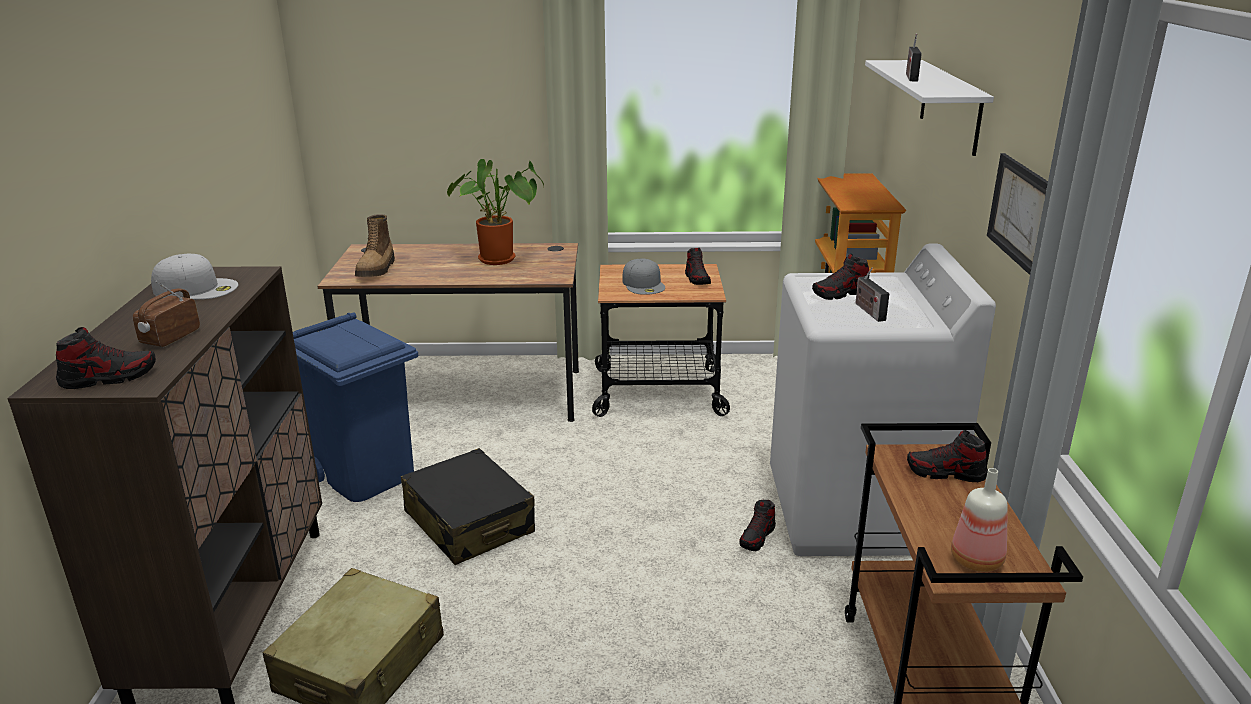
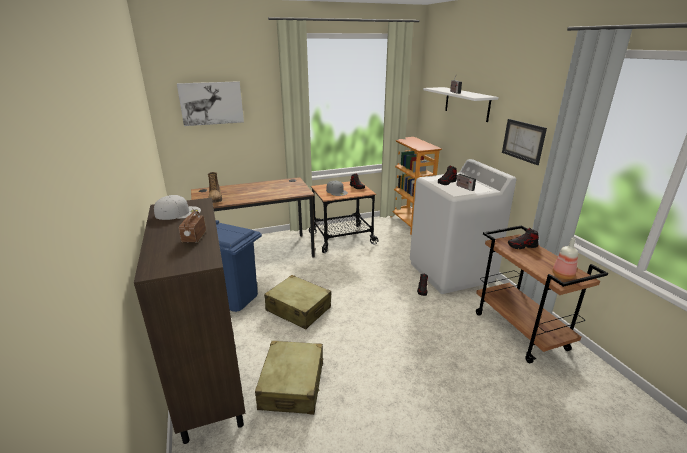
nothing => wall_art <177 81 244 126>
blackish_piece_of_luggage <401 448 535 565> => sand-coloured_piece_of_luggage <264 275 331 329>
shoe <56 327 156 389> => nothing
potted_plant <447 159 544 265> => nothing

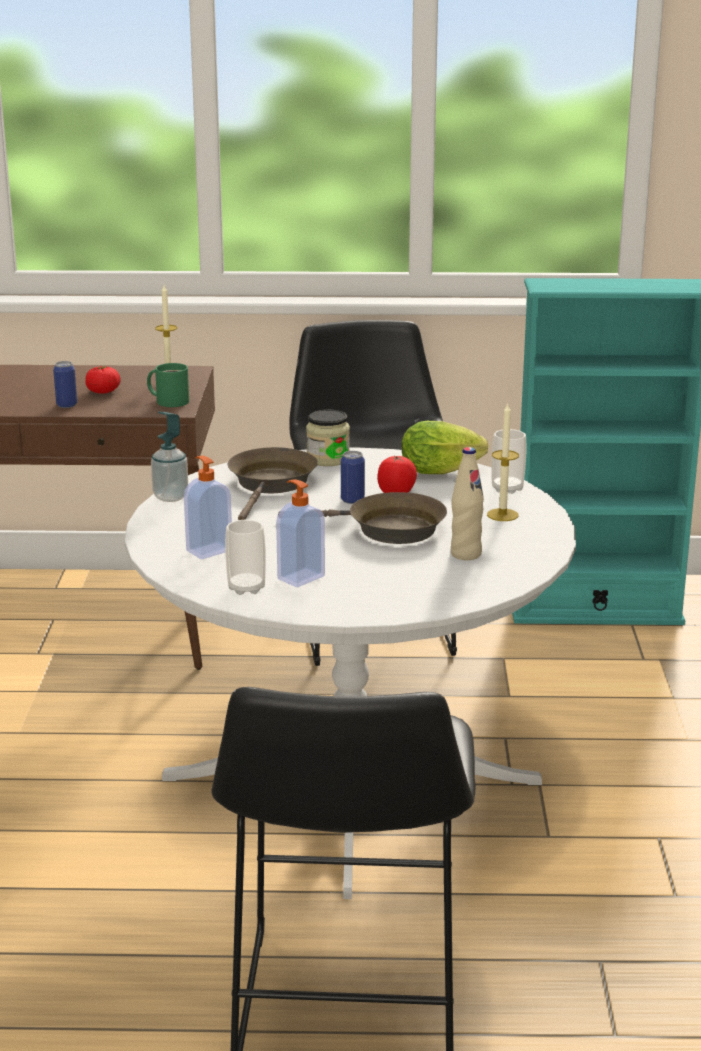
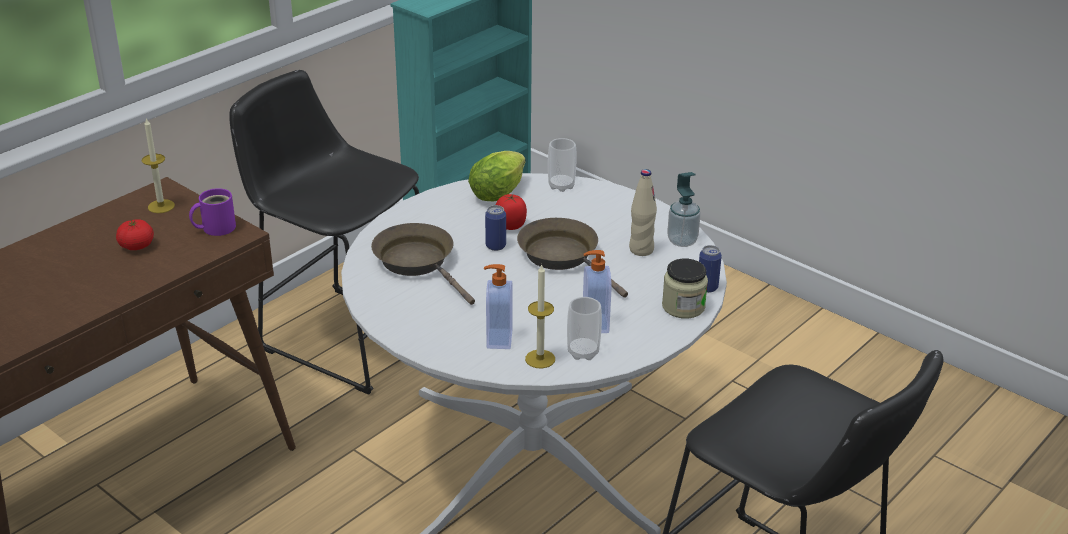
greenish_mug <147 363 189 407> => purplish_mug <189 188 236 236>
brown_skillet <278 492 447 544> => brown_skillet <517 218 628 298>, 90 degrees counterclockwise
wax_light <487 402 519 521> => wax_light <525 264 555 368>, relocated
jar <306 410 350 466> => jar <662 258 708 319>, relocated
soap_dispenser <151 412 188 502> => soap_dispenser <667 172 701 247>, relocated
metal_can <53 361 77 408> => metal_can <699 245 722 293>, relocated

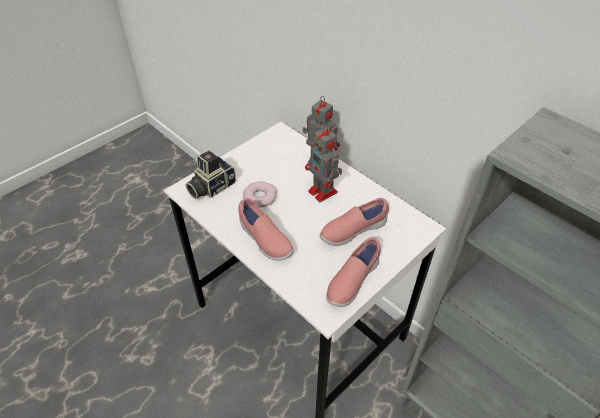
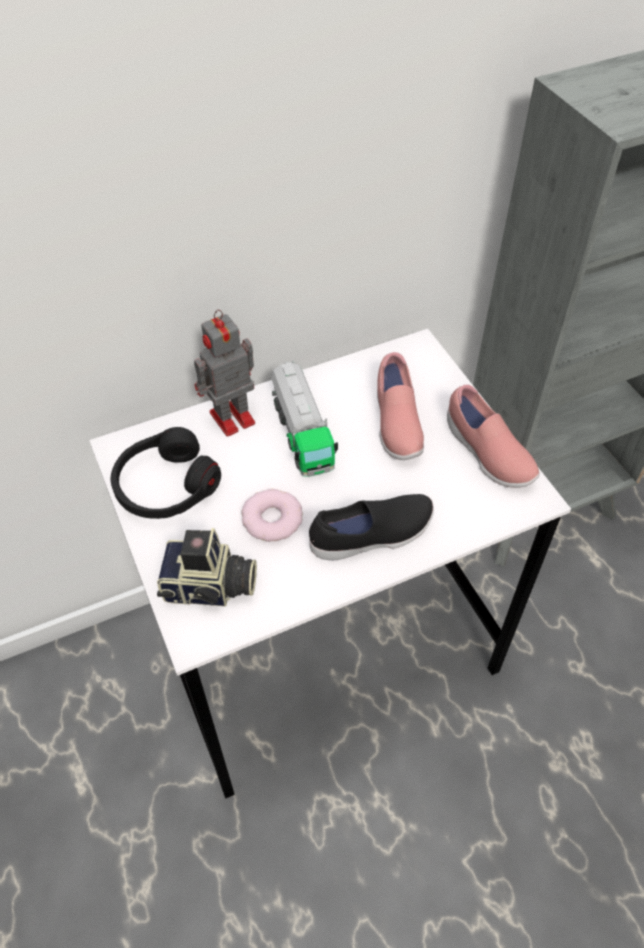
nothing => blackish_headset <110 427 221 519>
photo_camera <186 151 236 199> => photo_camera <157 528 257 606>, 60 degrees counterclockwise
robot_figure <305 124 342 202> => toy_lorry <271 361 338 477>
pink-coloured_shoe <238 198 294 261> => blackish_shoe <309 494 434 560>

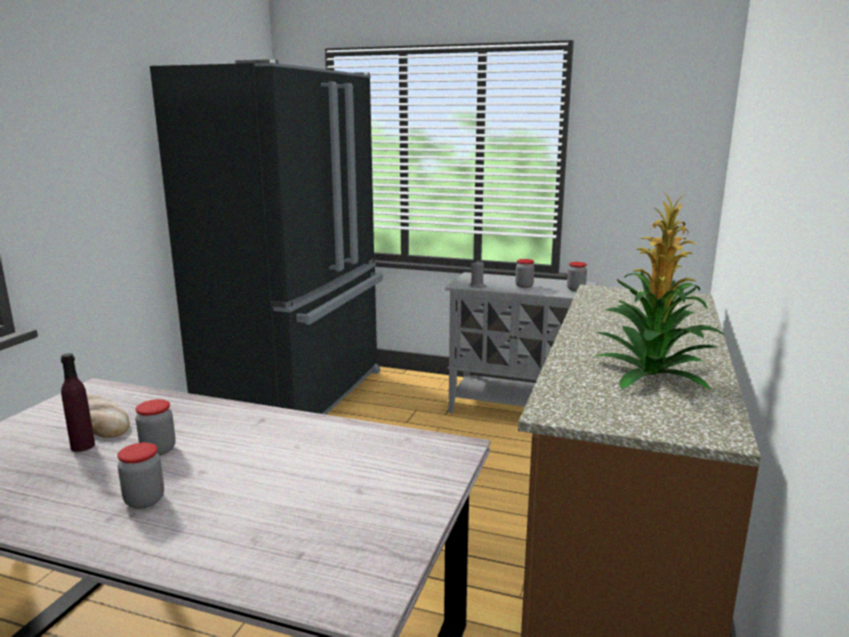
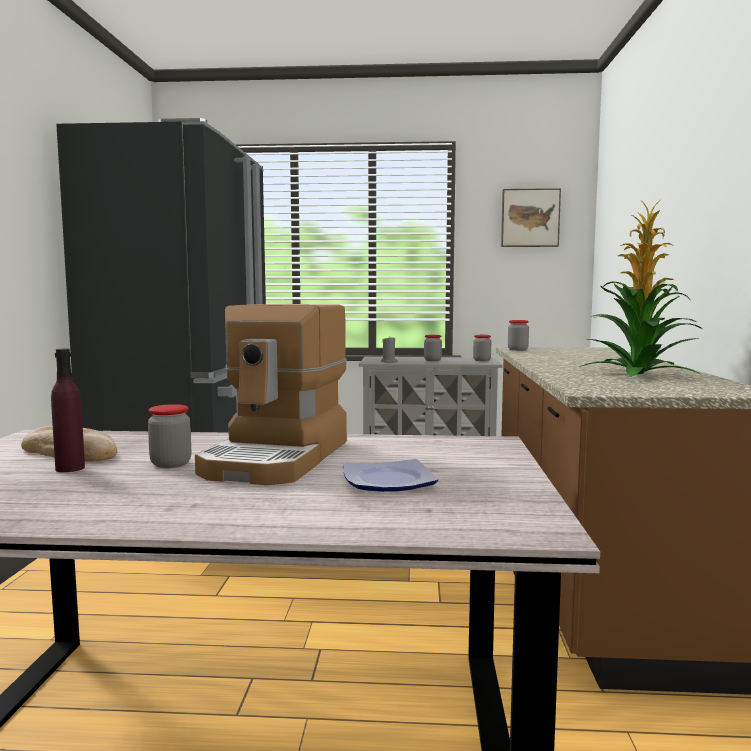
nothing => coffee_brewer <195 304 347 485>
nothing => plate <343 459 438 492>
nothing => wall_art <501 188 561 247>
jar <117 443 164 509> => jar <508 320 529 351>, relocated

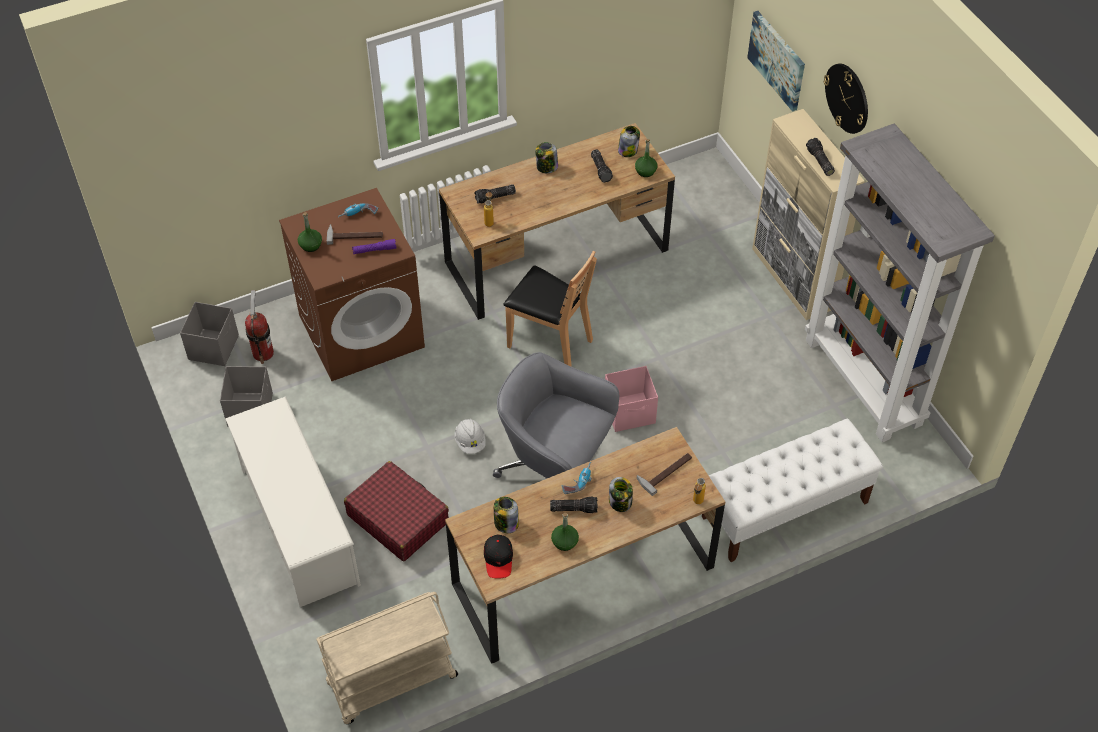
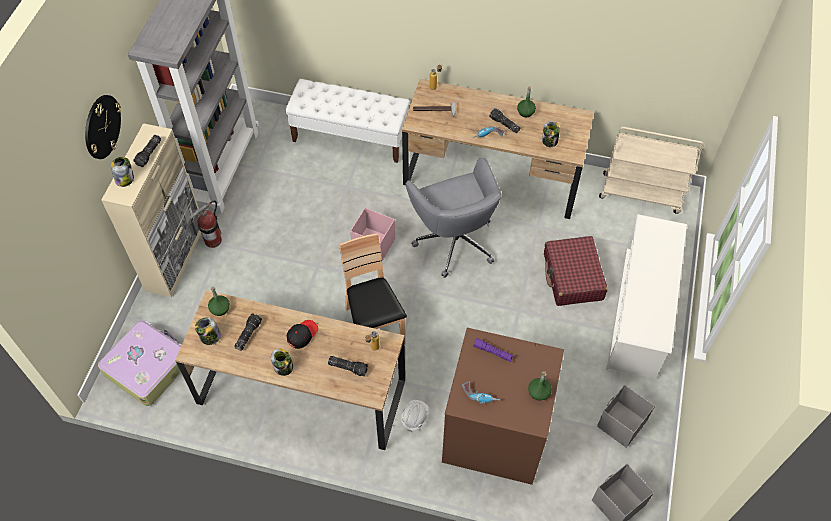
nothing => piece_of_luggage <98 321 182 406>
jar <609 477 633 512> => jar <111 157 134 187>, relocated
fire_extinguisher <245 290 274 364> => fire_extinguisher <189 200 222 248>, relocated
blackish_peaked_cap <484 535 513 579> => blackish_peaked_cap <287 320 318 349>, relocated
white-coloured_safety_helmet <454 419 486 454> => white-coloured_safety_helmet <401 400 429 432>, relocated
hand_hammer <327 224 383 245> => nothing
wall_art <747 11 805 112> => nothing

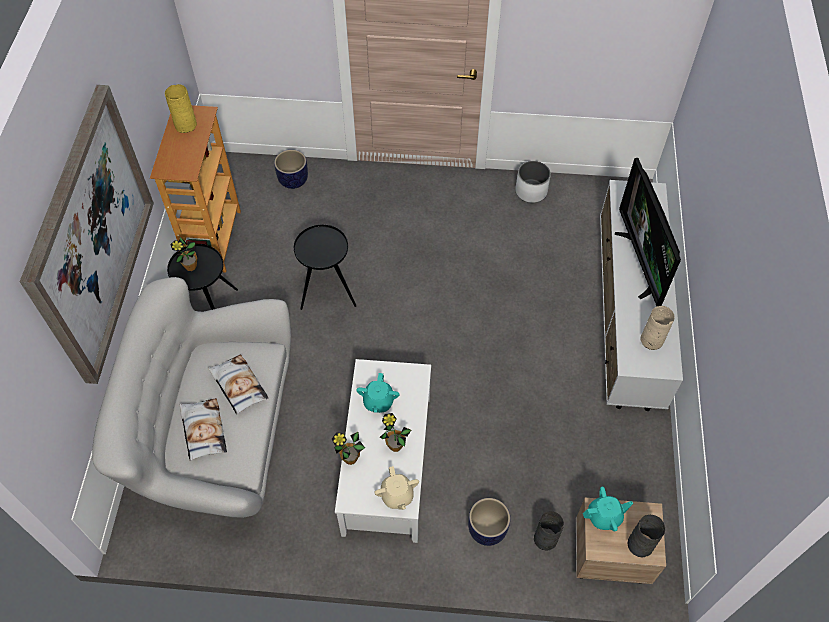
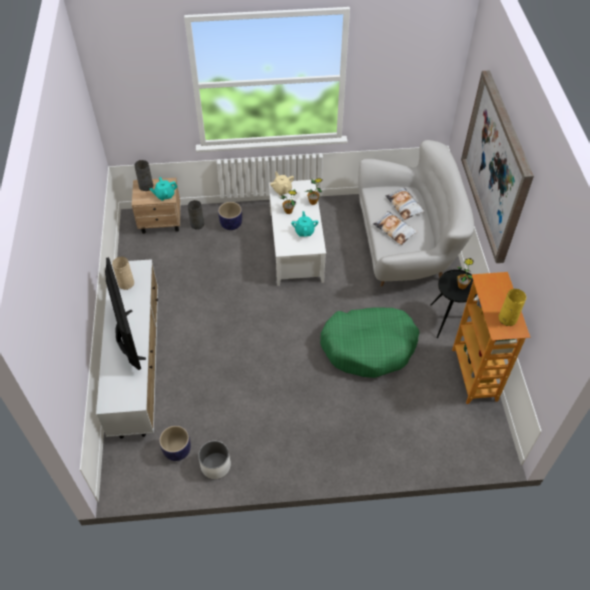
planter <274 150 308 189> => planter <159 425 191 461>, relocated
blackish_end_table <294 225 357 310> => greenish_dog_cushion <320 307 420 378>

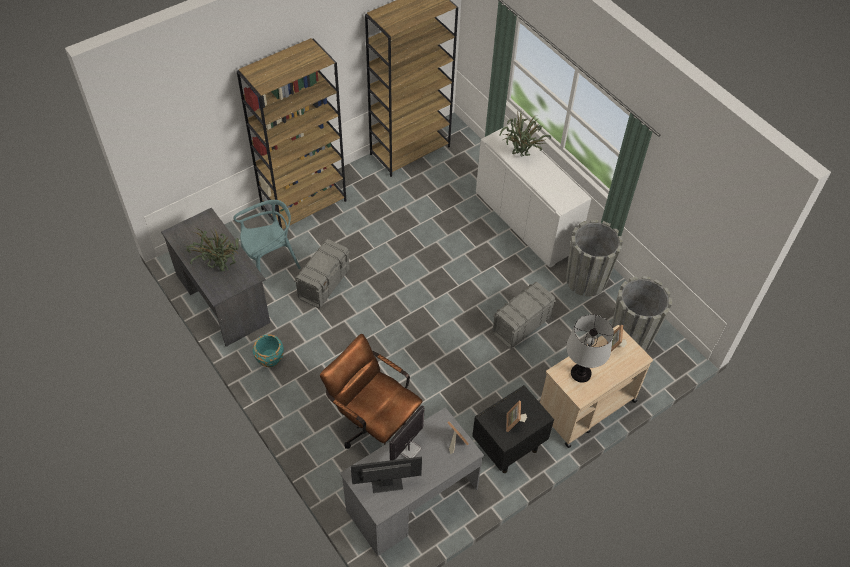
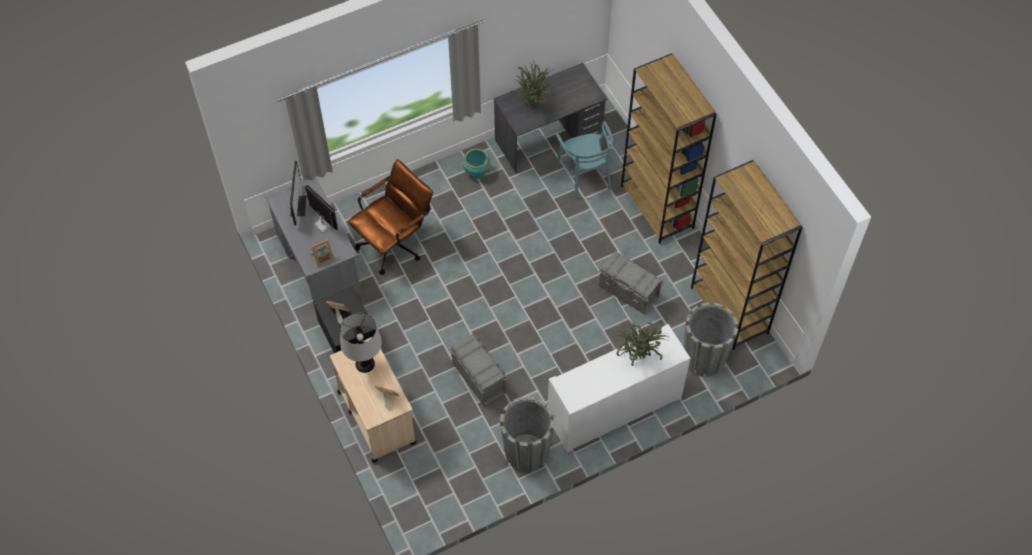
grey_storage_bin <294 239 350 308> => grey_storage_bin <599 251 663 315>, relocated
grey_planter <612 276 672 351> => grey_planter <684 302 738 377>, relocated

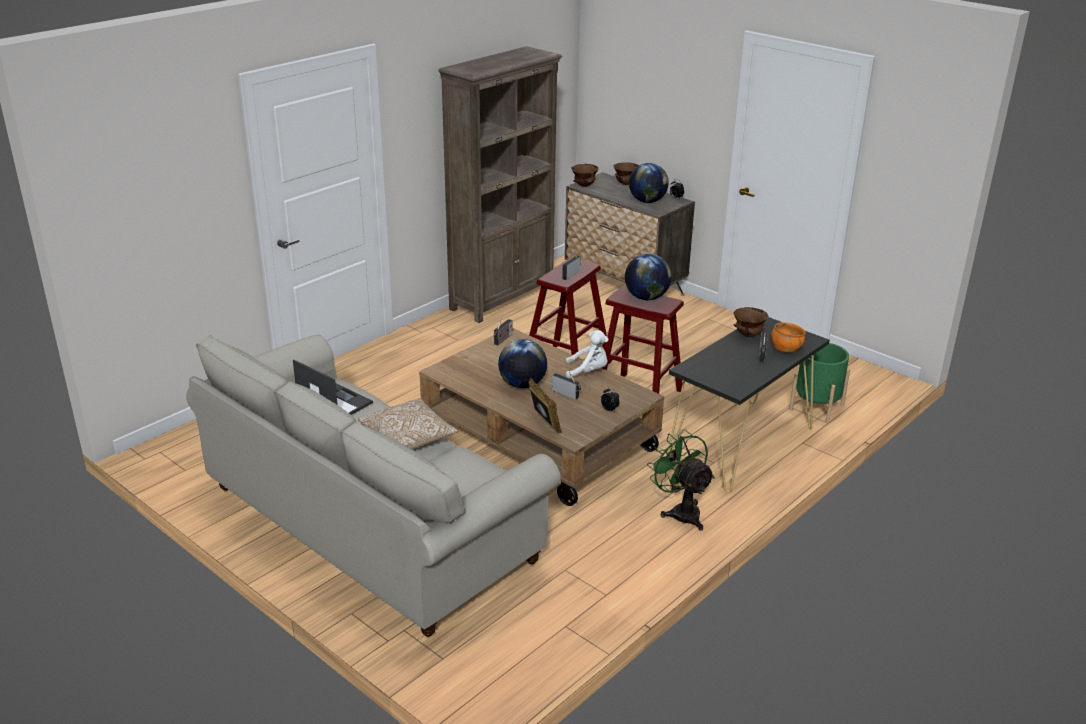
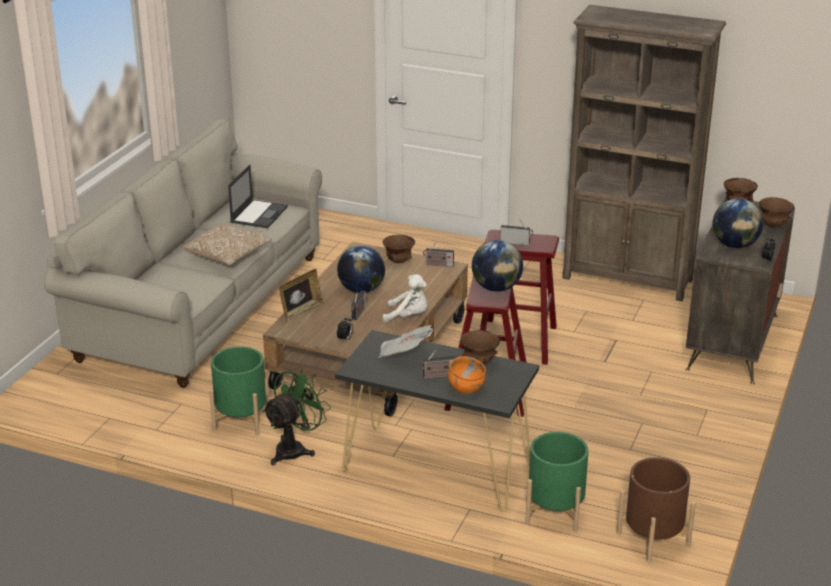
nothing => greenish_planter <209 346 269 435>
nothing => newspaper <378 325 433 358>
white-coloured_soft_toy <566 330 608 379> => white-coloured_soft_toy <382 274 427 323>, 60 degrees counterclockwise
nothing => brown_serving_bowl <383 235 415 263>
nothing => brown_planter <617 457 696 563>

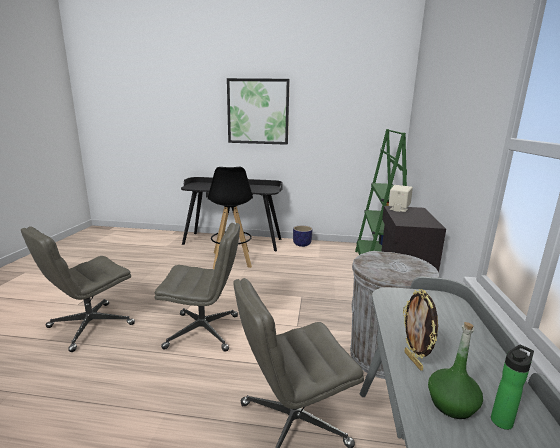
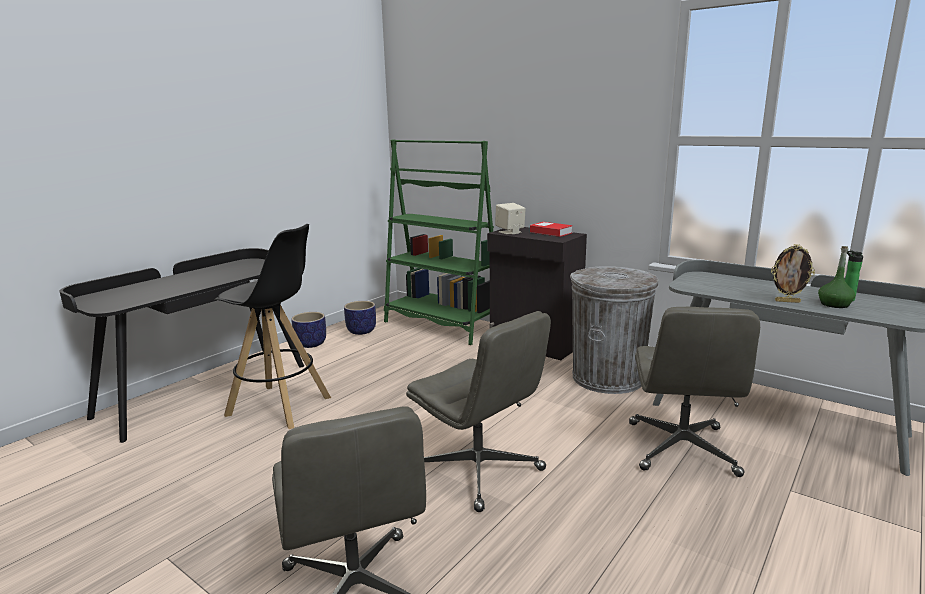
nothing => planter <344 301 376 335>
grey_office_chair <155 223 240 352> => grey_office_chair <406 311 551 512>, 105 degrees clockwise
nothing => bound_book <530 222 572 237>
wall_art <227 78 290 145> => nothing

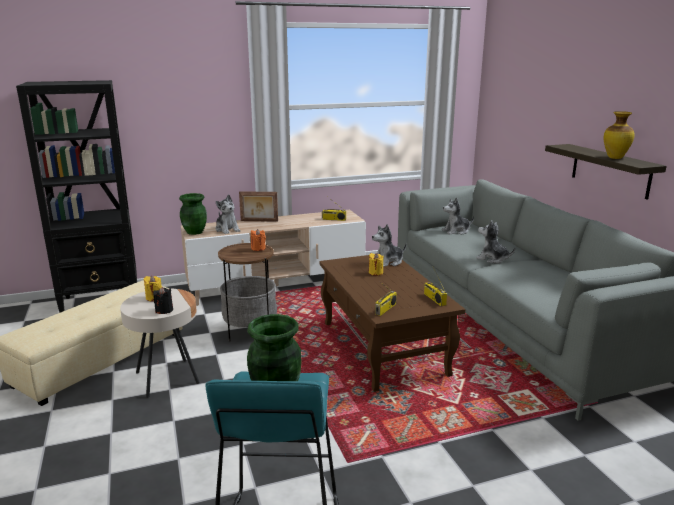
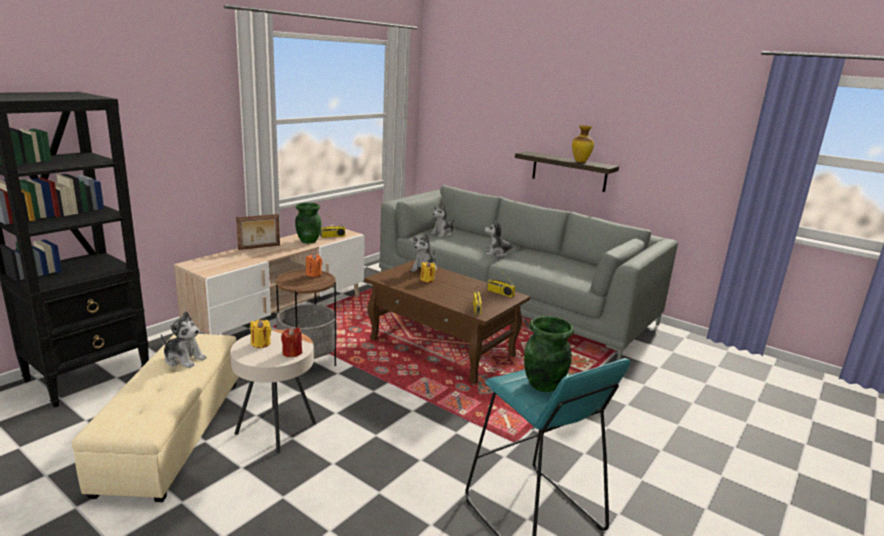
soft_toy <215 194 240 234> => soft_toy <161 311 207 368>, relocated
blackish_wax_light <153 287 173 314> => red_wax_light <281 327 302 358>
greenish_vase <179 193 207 235> => greenish_vase <295 203 322 243>, relocated

